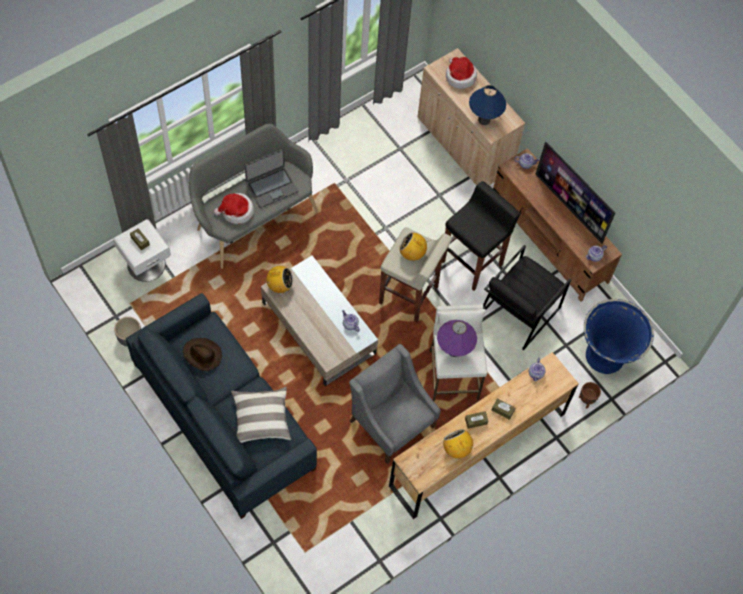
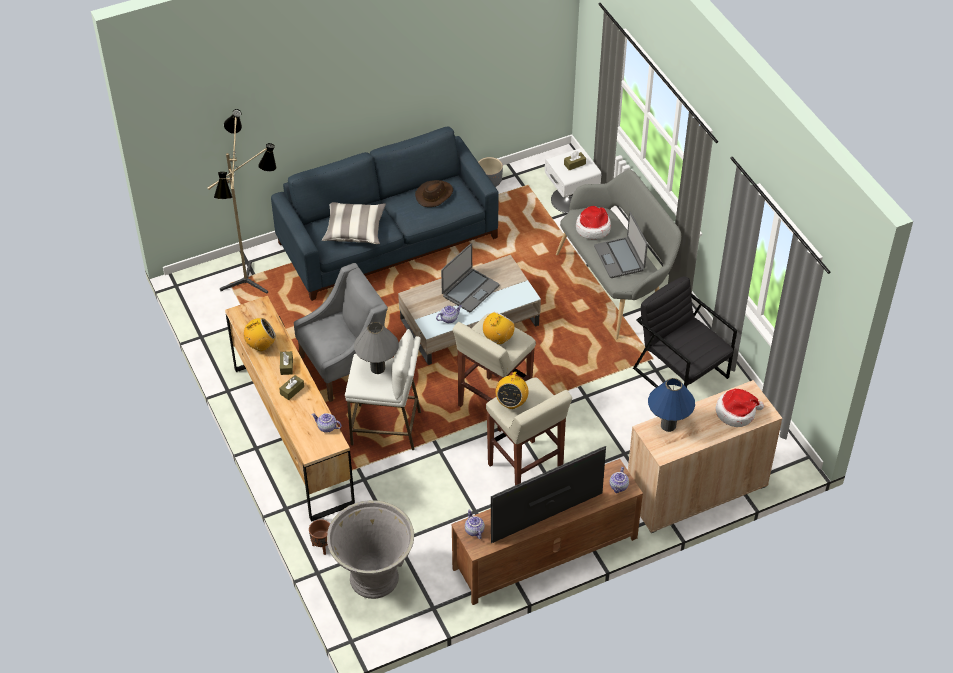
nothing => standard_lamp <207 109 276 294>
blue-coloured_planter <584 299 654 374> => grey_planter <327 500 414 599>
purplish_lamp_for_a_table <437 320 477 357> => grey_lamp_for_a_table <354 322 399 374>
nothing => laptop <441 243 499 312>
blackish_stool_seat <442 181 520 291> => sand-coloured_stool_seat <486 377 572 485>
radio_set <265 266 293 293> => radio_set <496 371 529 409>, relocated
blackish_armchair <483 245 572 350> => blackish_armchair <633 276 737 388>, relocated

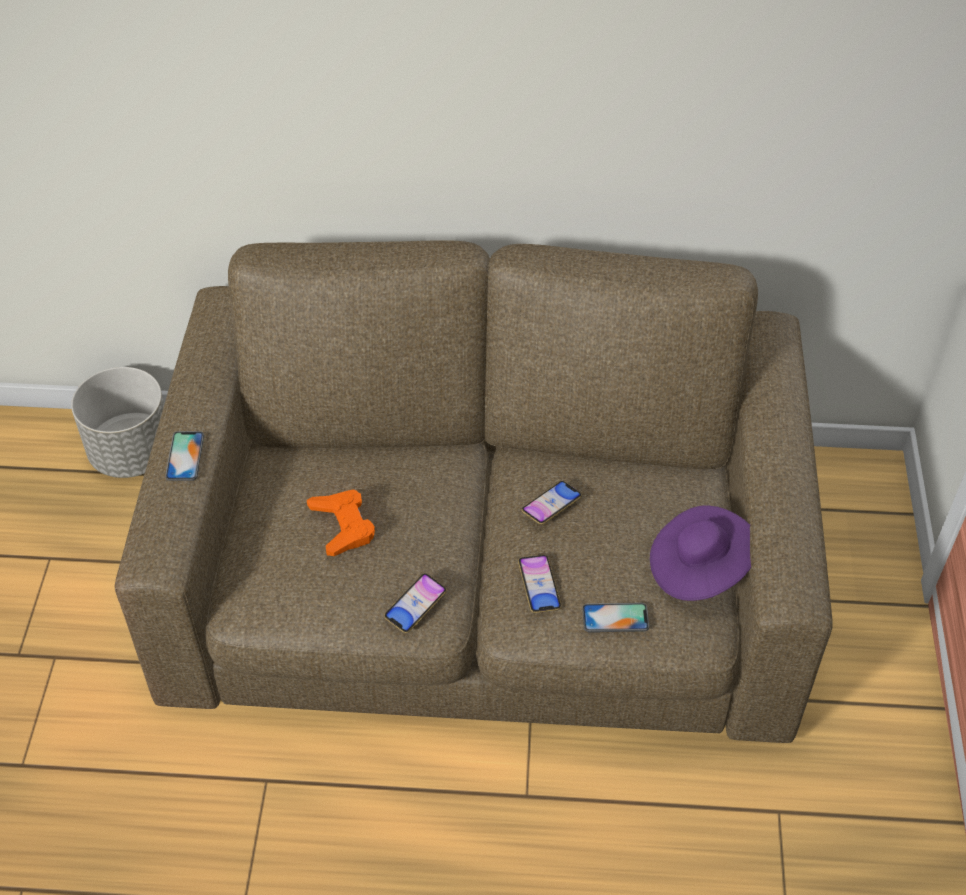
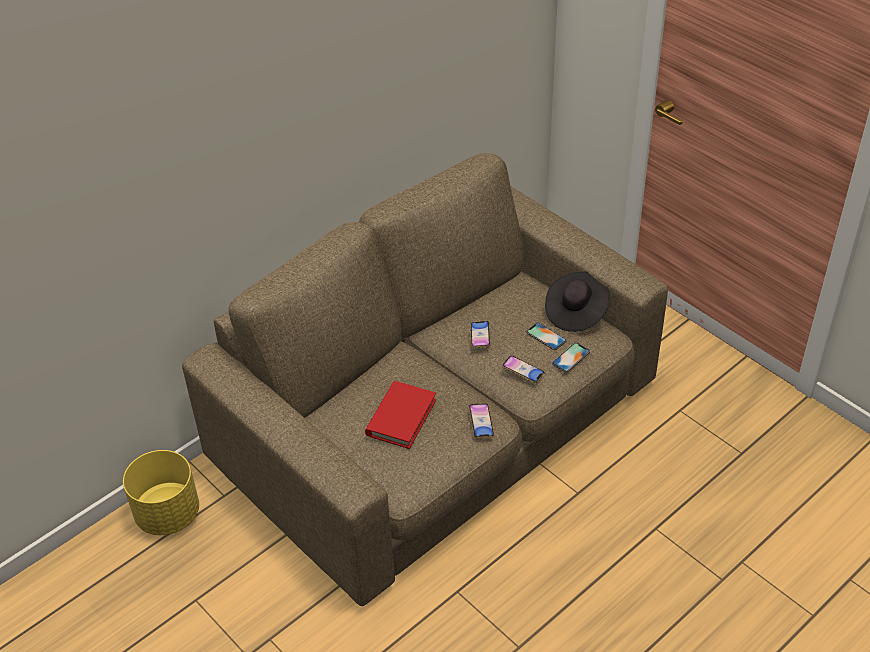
grey_planter <71 367 165 478> => yellow-coloured_planter <123 450 199 535>
orange-coloured_joypad <307 489 375 556> => red_bound_book <365 381 436 449>
phone <165 431 204 481> => phone <526 322 566 350>, relocated
purplish_wearable_hat <650 506 751 601> => blackish_wearable_hat <545 272 610 332>

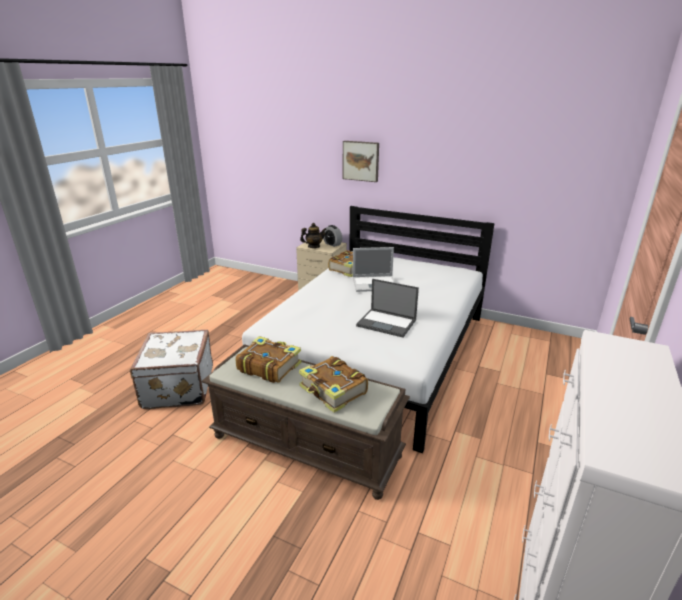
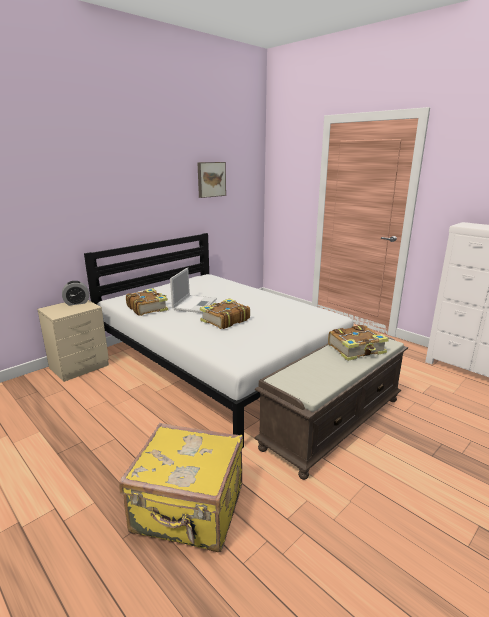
white-coloured_piece_of_luggage <130 330 213 409> => yellow-coloured_piece_of_luggage <119 423 243 552>
wall_art <343 141 379 182> => wall_art <197 162 226 198>, relocated
bound_book <236 336 302 383> => bound_book <200 298 250 329>, relocated
tea_pot <300 223 326 248> => nothing
laptop <356 279 419 338> => nothing

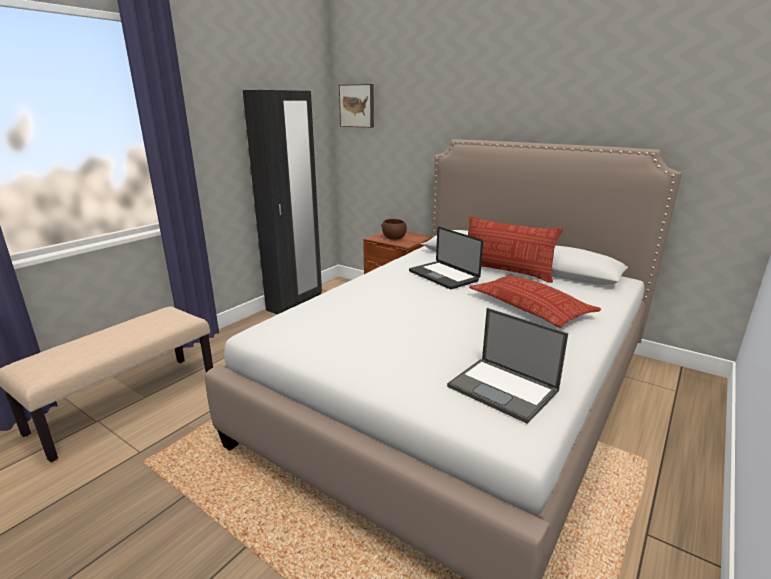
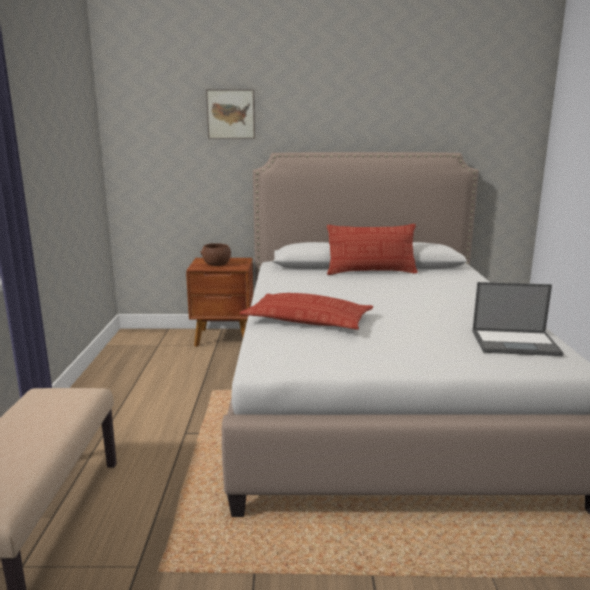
wall_art <339 84 374 128> => wall_art <206 89 255 139>, relocated
pillow <469 275 601 328> => pillow <239 293 373 330>, relocated
blackish_armoire <243 90 322 315> => nothing
laptop <409 227 483 290> => nothing

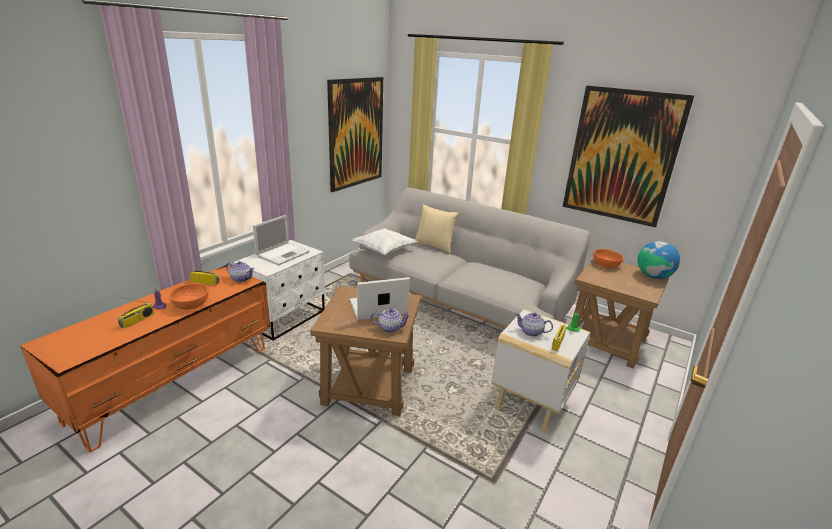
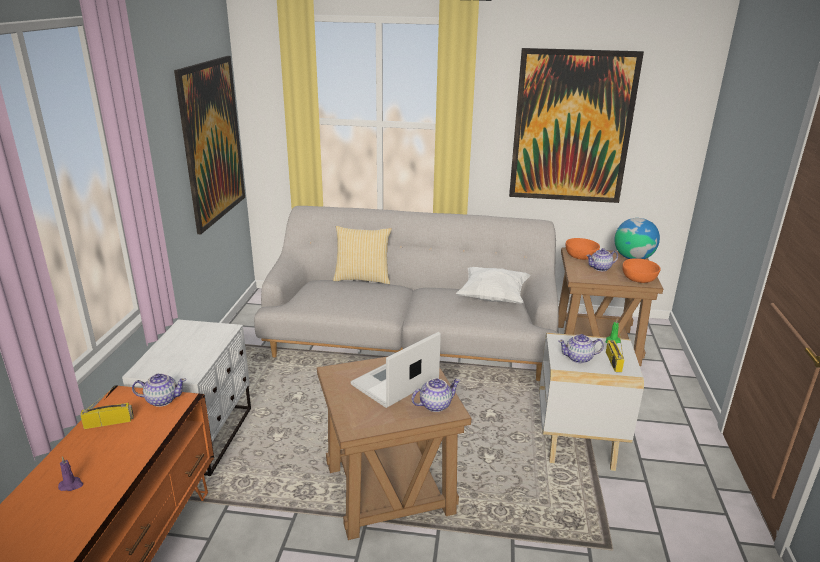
white-coloured_pillow <352 228 417 255> => white-coloured_pillow <456 267 530 304>, relocated
nothing => tea_pot <586 248 618 271>
orange-coloured_serving_bowl <169 283 209 310> => orange-coloured_serving_bowl <622 258 661 283>, relocated
radio_set <117 297 154 328> => nothing
laptop <253 215 310 266> => nothing

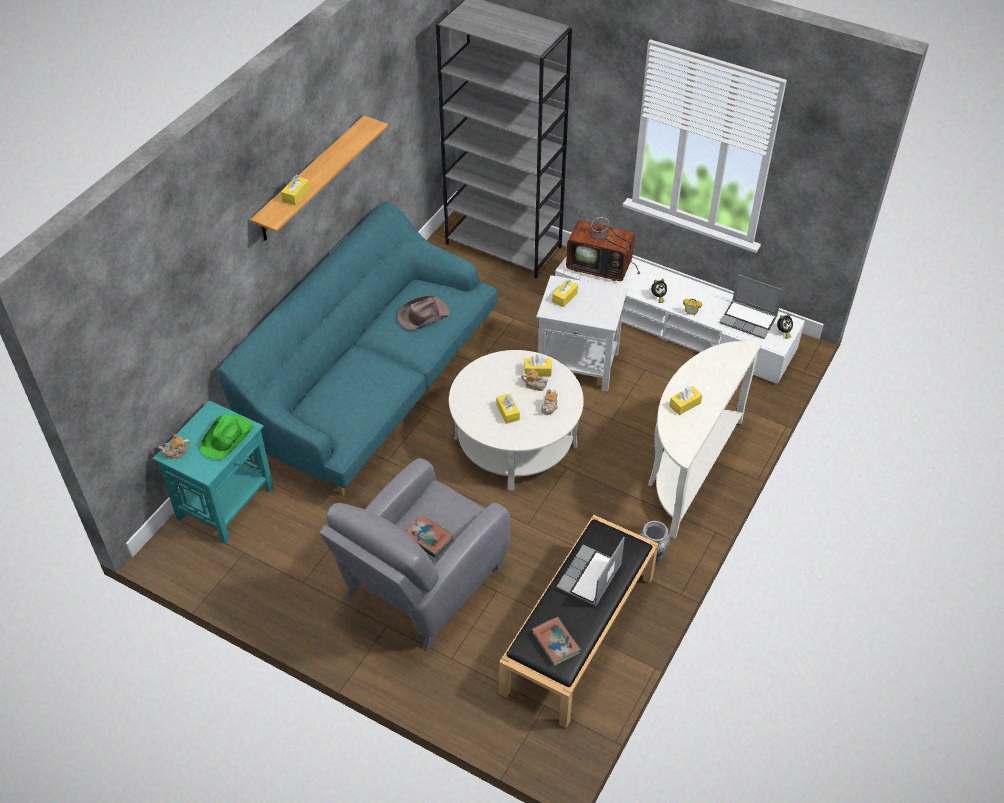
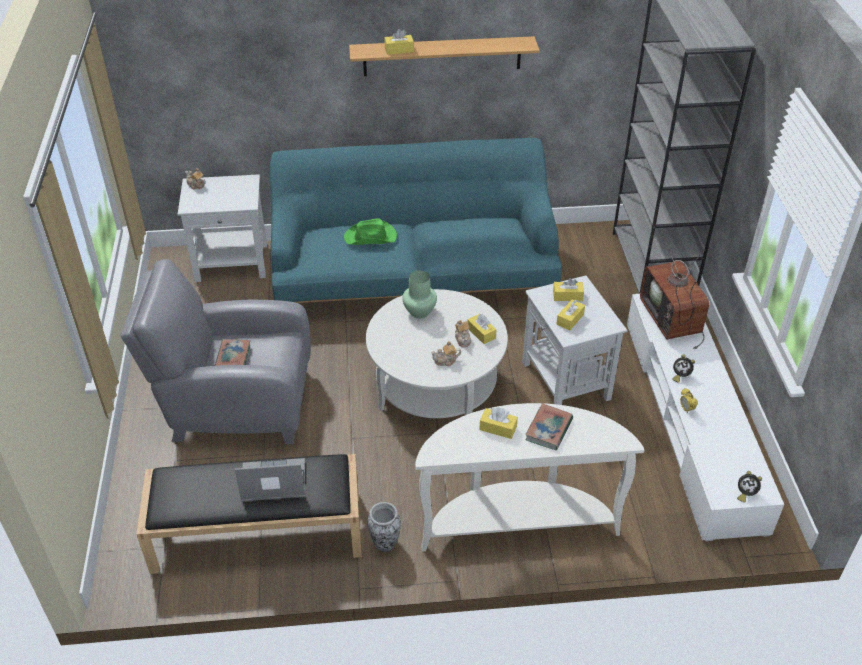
turquoise_end_table <153 400 274 543> => white-coloured_end_table <178 174 267 282>
greenish_wearable_hat <199 414 254 460> => greenish_wearable_hat <344 218 397 245>, relocated
nothing => greenish_vase <402 270 437 318>
bound_book <532 617 581 666> => bound_book <525 404 573 450>, relocated
yellow-coloured_box_of_tissues <497 393 520 424> => yellow-coloured_box_of_tissues <556 299 585 330>, relocated
brown_wearable_hat <397 296 450 330> => nothing
laptop <719 274 783 339> => nothing

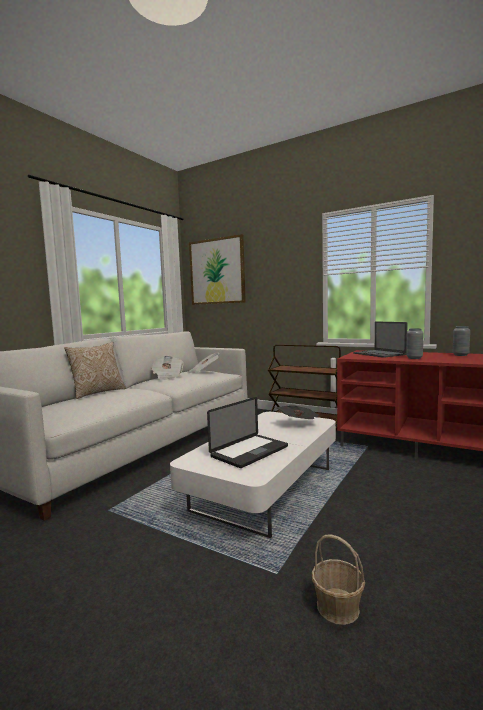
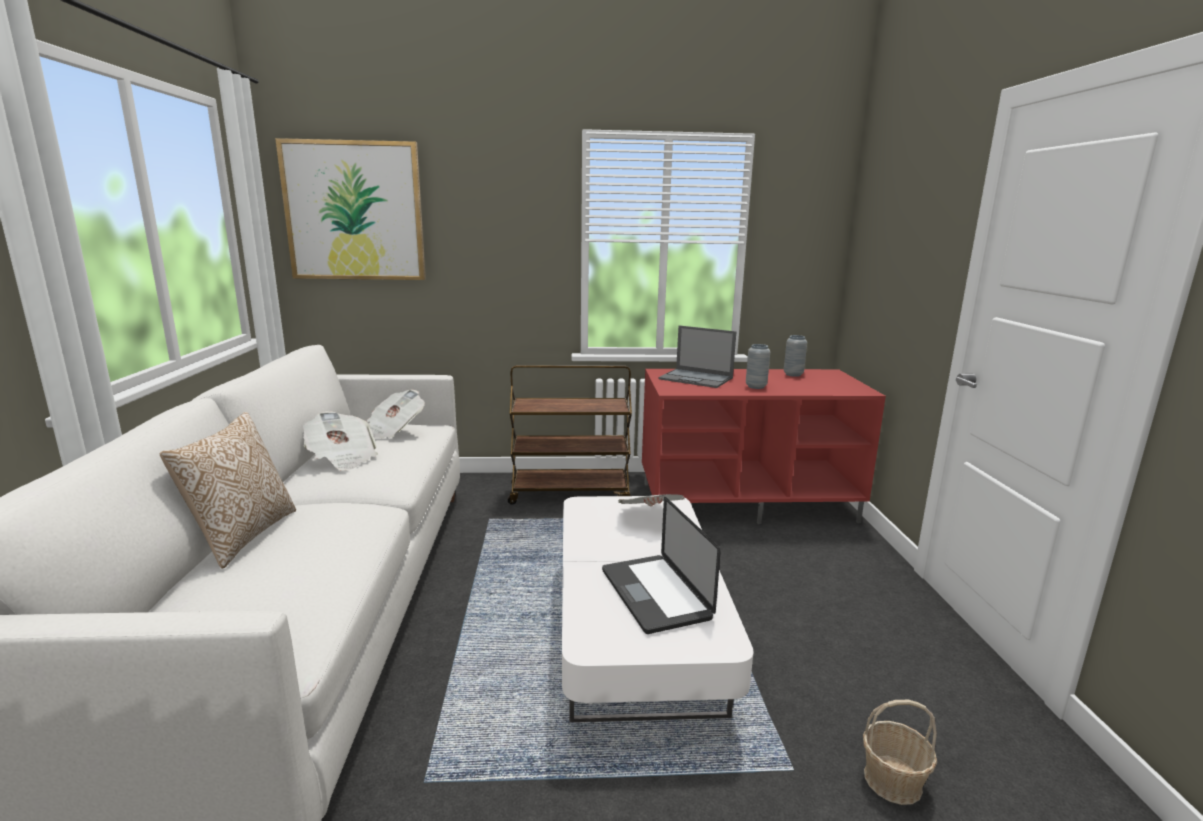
laptop <207 397 288 468> => laptop <602 497 721 634>, 150 degrees clockwise

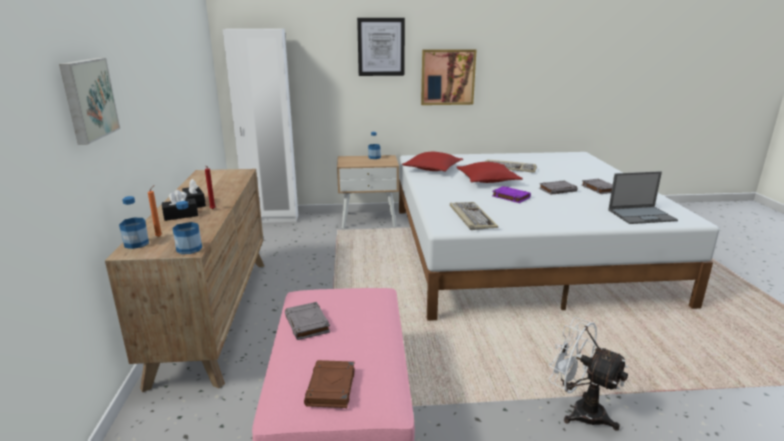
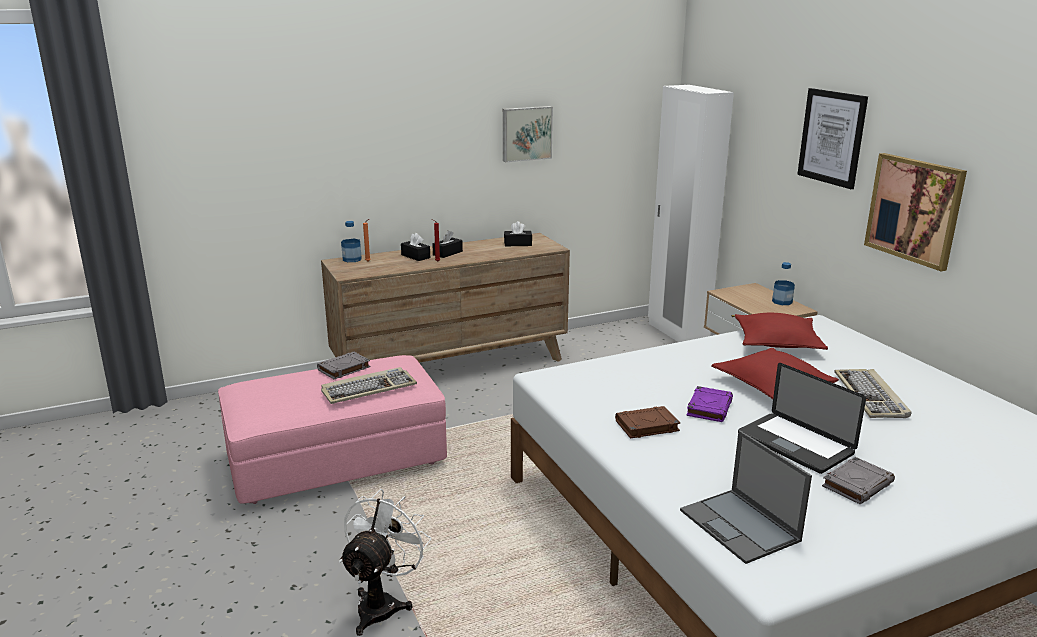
PC_keyboard <450 202 498 230> => PC_keyboard <321 367 417 404>, relocated
wall_art <59 58 120 145> => wall_art <503 106 553 162>, relocated
nothing => blackish_box_of_tissues <504 221 532 246>
brown_bound_book <304 360 355 408> => brown_bound_book <615 406 680 439>, relocated
grey_bound_book <539 181 577 194> => laptop <738 363 866 474>
drink_bottle <173 201 202 254> => nothing

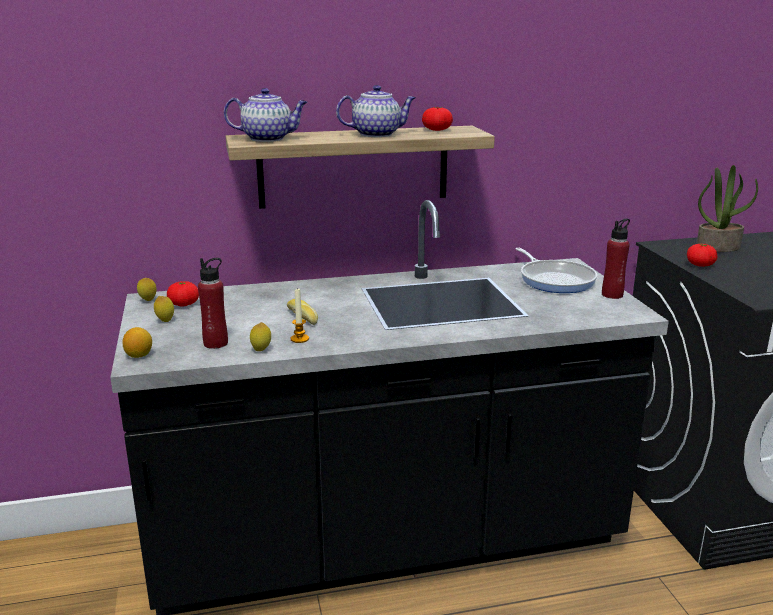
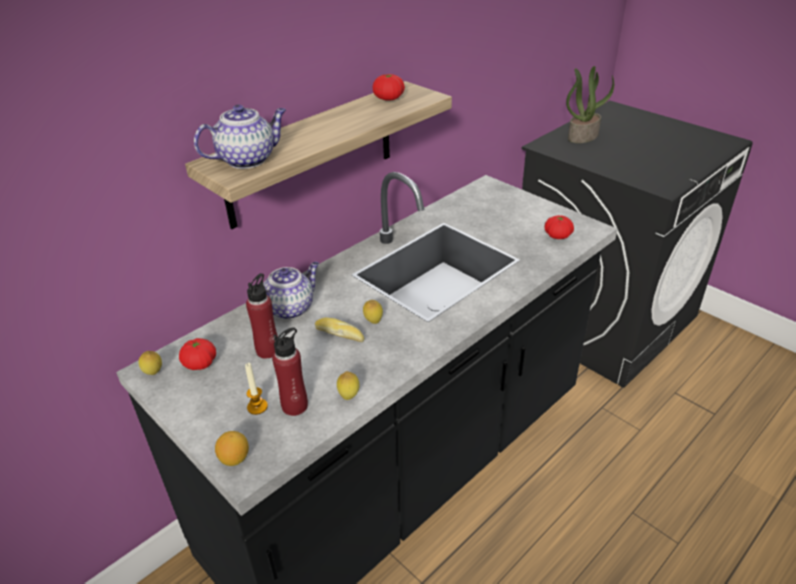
wax_light <290 287 309 343> => wax_light <245 363 268 415>, relocated
red_drink_bottle <602 218 630 299> => red_drink_bottle <246 273 278 359>, relocated
tea_pot <336 85 416 137> => tea_pot <263 262 319 320>, relocated
citrus_fruit <154 296 174 322> => citrus_fruit <363 300 383 324>, relocated
fresh_tomato <687 244 717 267> => fresh_tomato <545 215 574 239>, relocated
skillet <515 248 597 293> => nothing

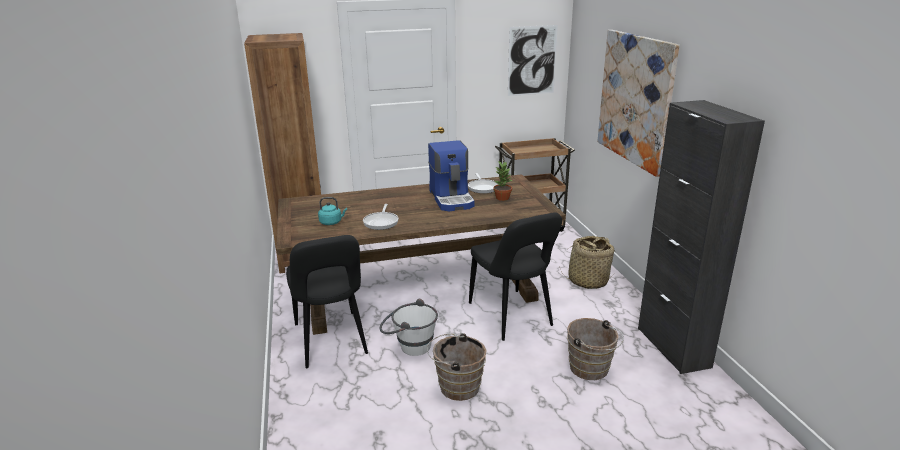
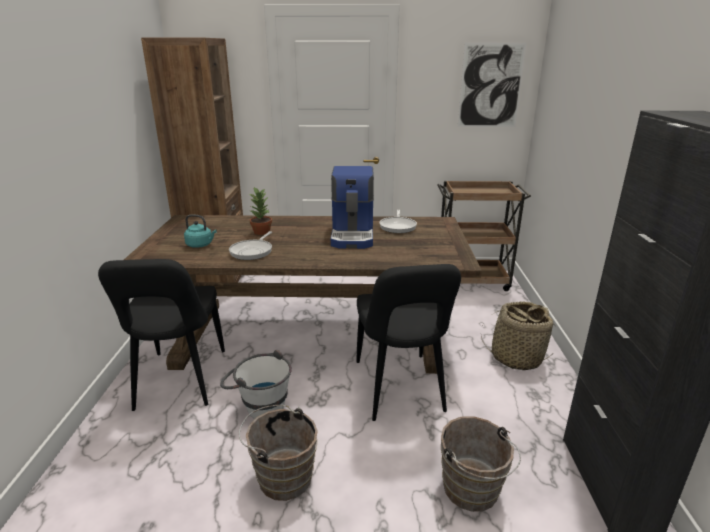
potted_plant <493 161 513 201> => potted_plant <249 187 272 235>, relocated
wall_art <598 30 679 177> => nothing

